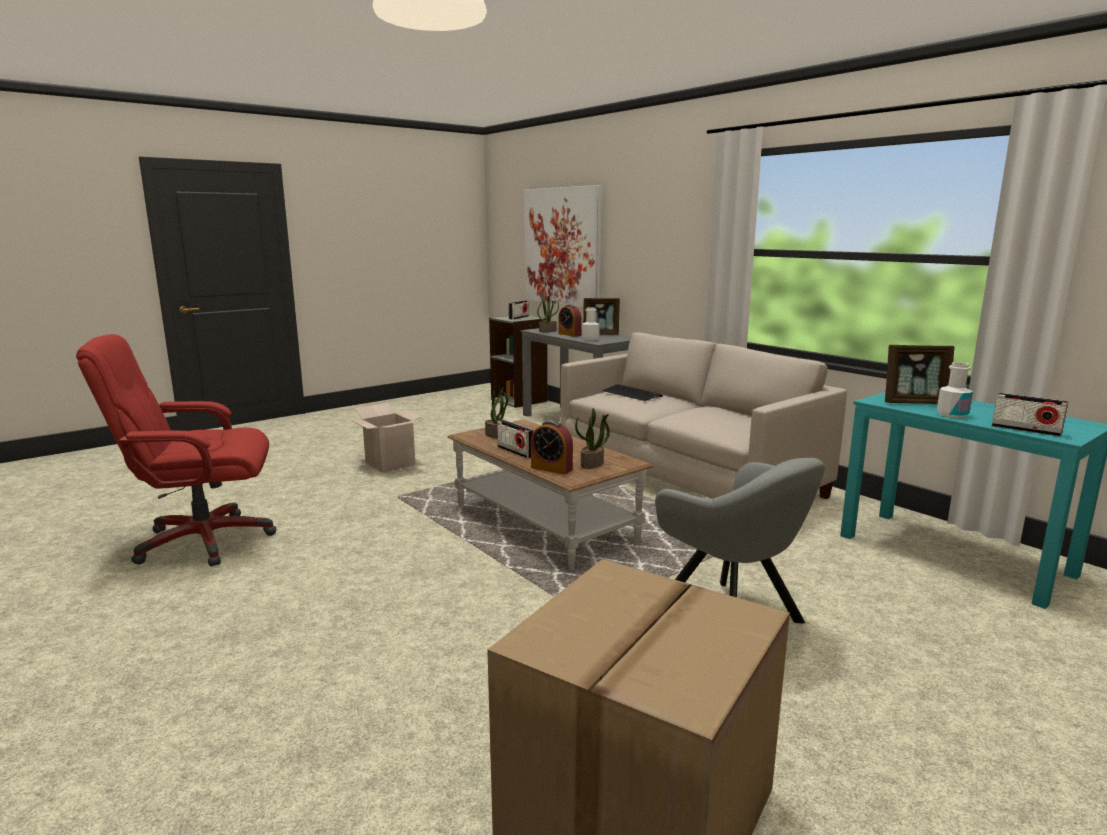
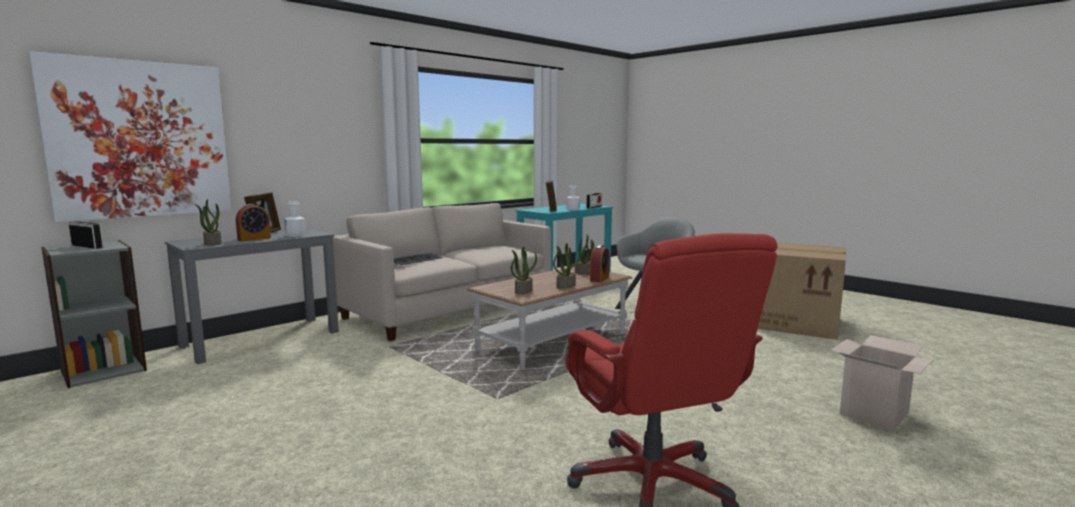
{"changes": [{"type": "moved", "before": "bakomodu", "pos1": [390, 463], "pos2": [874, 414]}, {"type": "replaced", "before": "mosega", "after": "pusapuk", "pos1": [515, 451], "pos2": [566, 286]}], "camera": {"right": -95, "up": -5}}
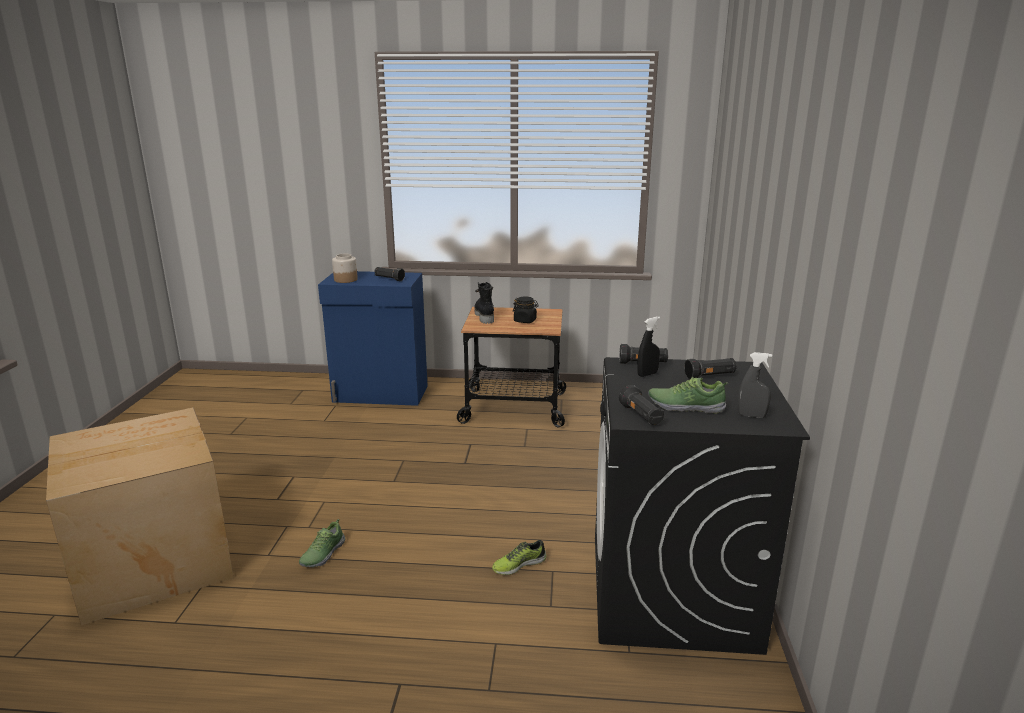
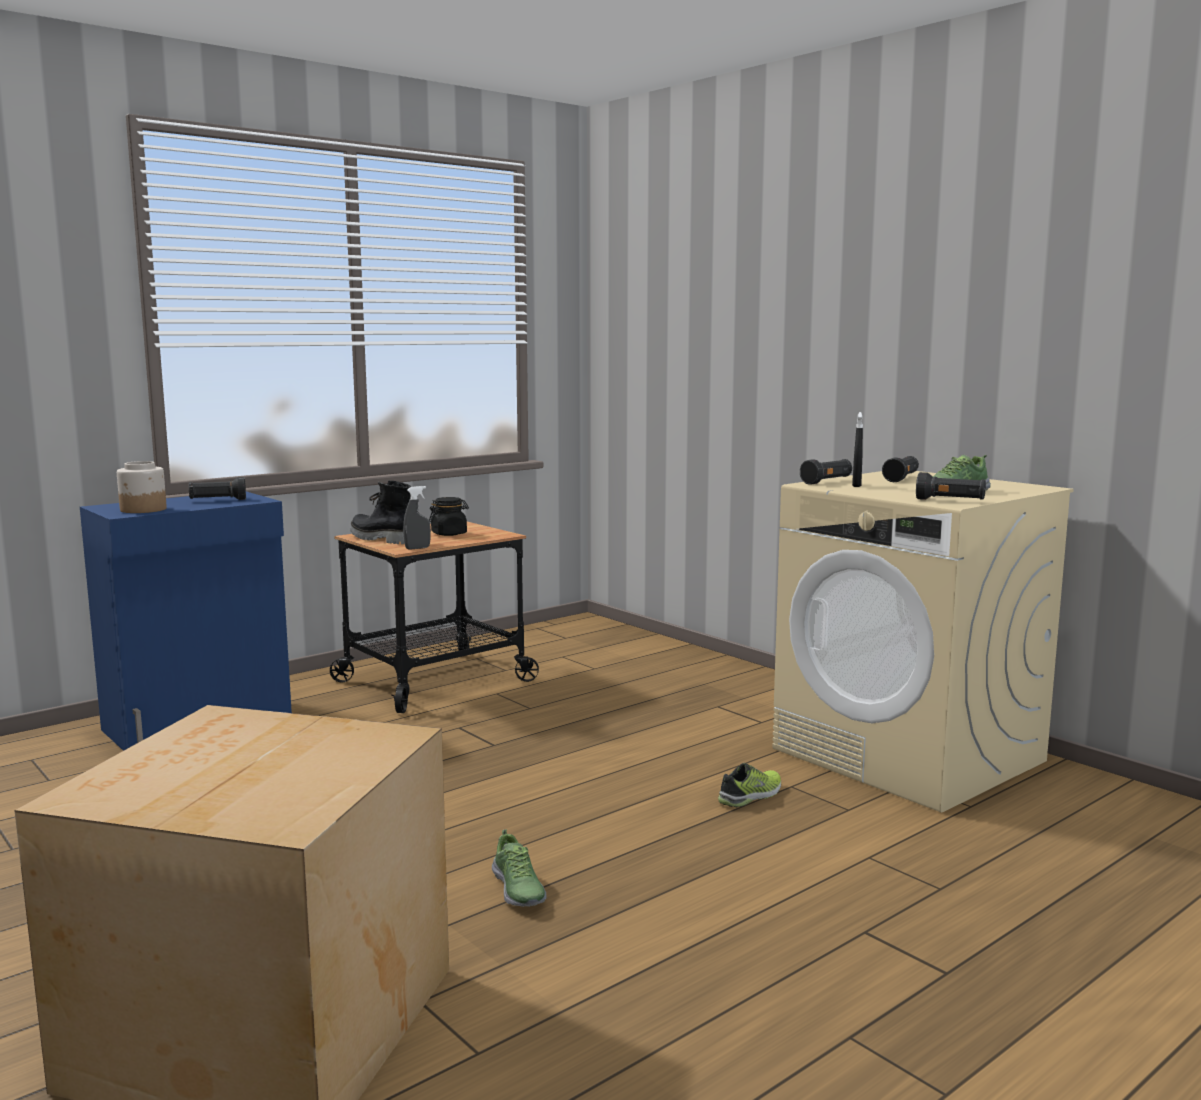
{"changes": [{"type": "turned", "before": "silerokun", "pos1": [518, 564], "pos2": [751, 796], "turn": -150}, {"type": "recoloured", "before": "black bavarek", "after": "beige bavarek", "pos1": [671, 591], "pos2": [909, 755]}, {"type": "moved", "before": "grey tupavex", "pos1": [751, 416], "pos2": [417, 548]}], "camera": {"right": -45, "up": -10}}
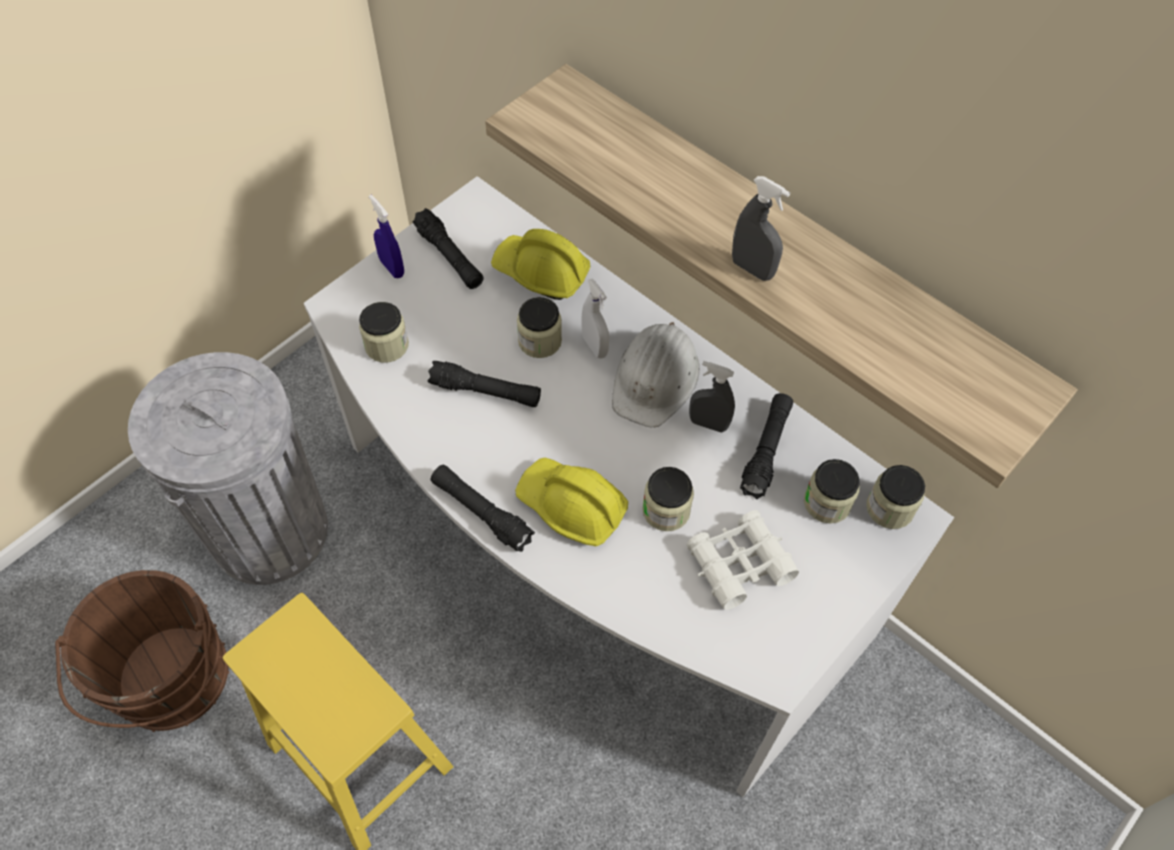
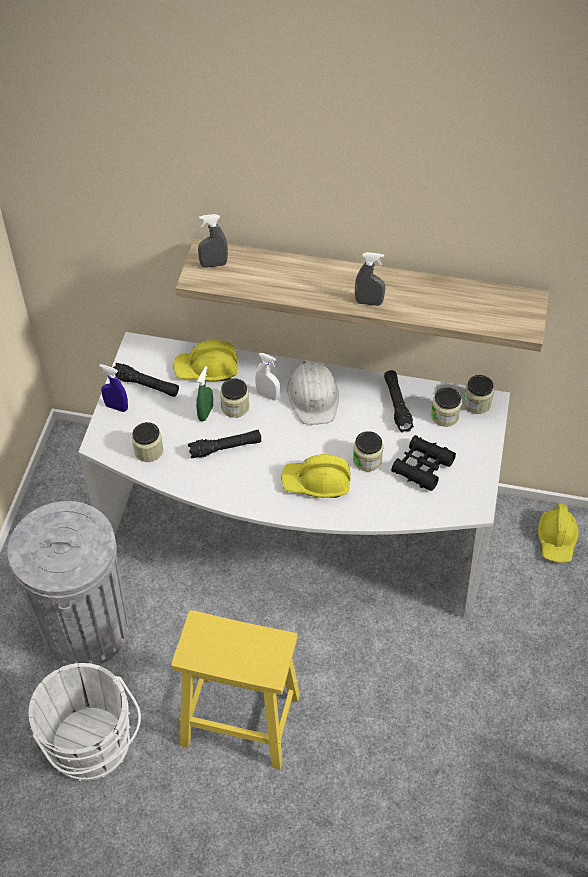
{"changes": [{"type": "recoloured", "before": "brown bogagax", "after": "white bogagax", "pos1": [173, 685], "pos2": [92, 747]}, {"type": "removed", "before": "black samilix", "pos1": [481, 512]}, {"type": "recoloured", "before": "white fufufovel", "after": "black fufufovel", "pos1": [739, 564], "pos2": [422, 467]}, {"type": "moved", "before": "grey tupavex", "pos1": [708, 424], "pos2": [213, 264]}, {"type": "added", "after": "green tupavex", "pos2": [205, 413]}, {"type": "added", "after": "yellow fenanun", "pos2": [556, 539]}], "camera": {"right": -30, "up": -5}}
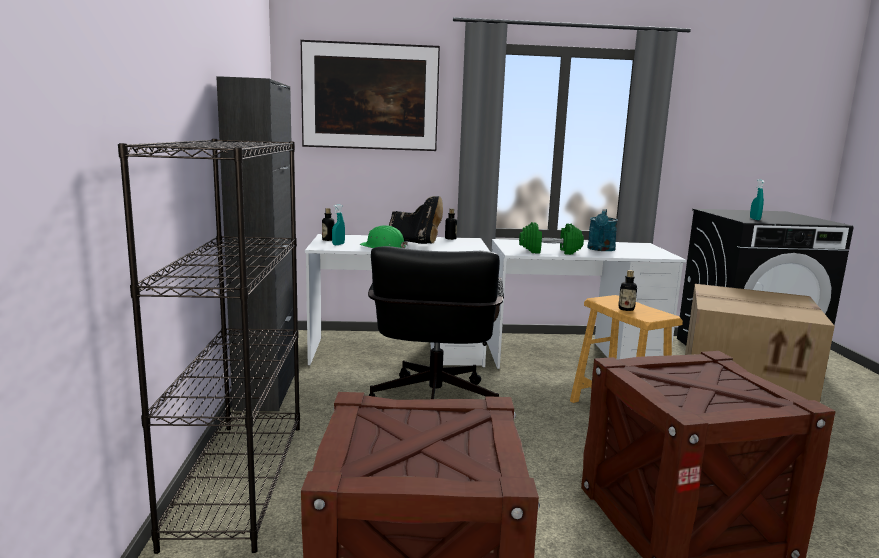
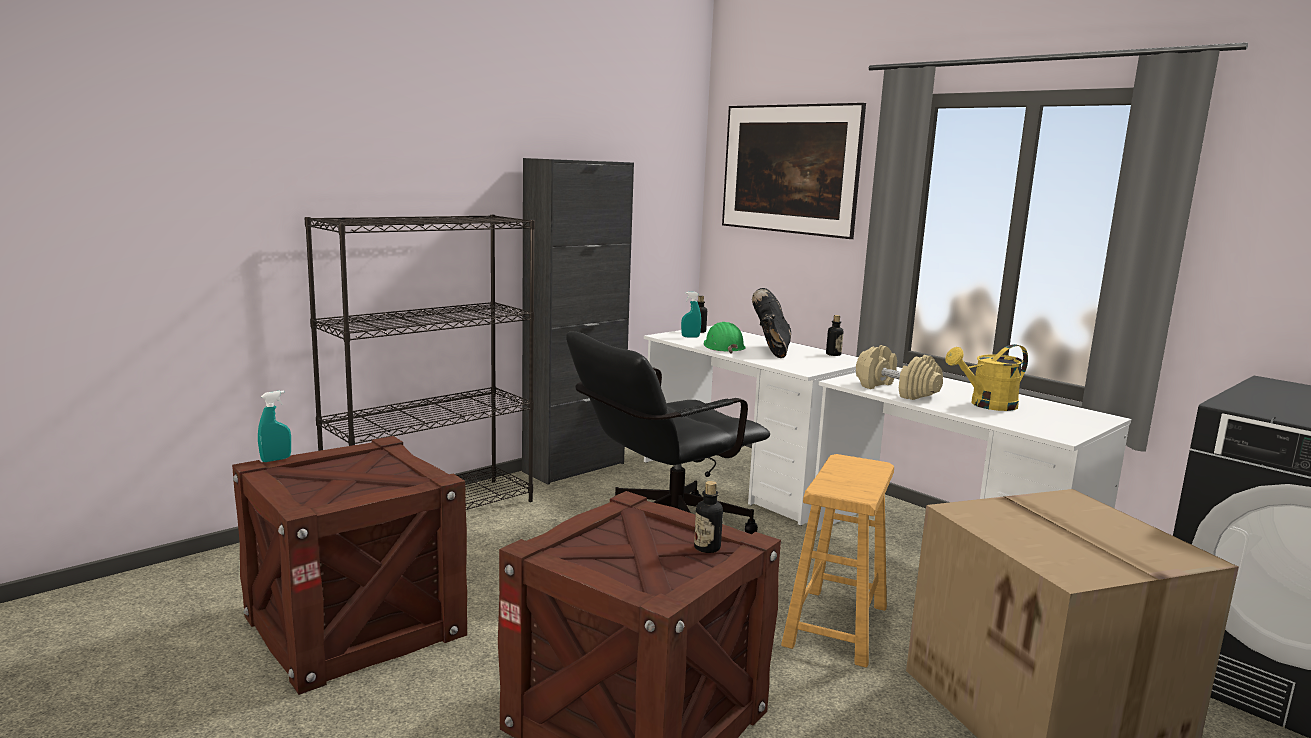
{"changes": [{"type": "turned", "before": "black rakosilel", "pos1": [415, 243], "pos2": [771, 350], "turn": -150}, {"type": "recoloured", "before": "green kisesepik", "after": "beige kisesepik", "pos1": [550, 251], "pos2": [895, 390]}, {"type": "recoloured", "before": "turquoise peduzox", "after": "yellow peduzox", "pos1": [601, 249], "pos2": [987, 405]}, {"type": "moved", "before": "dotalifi", "pos1": [626, 309], "pos2": [707, 548]}, {"type": "moved", "before": "turquoise tupavex", "pos1": [754, 219], "pos2": [276, 459]}], "camera": {"right": 50, "up": 0}}
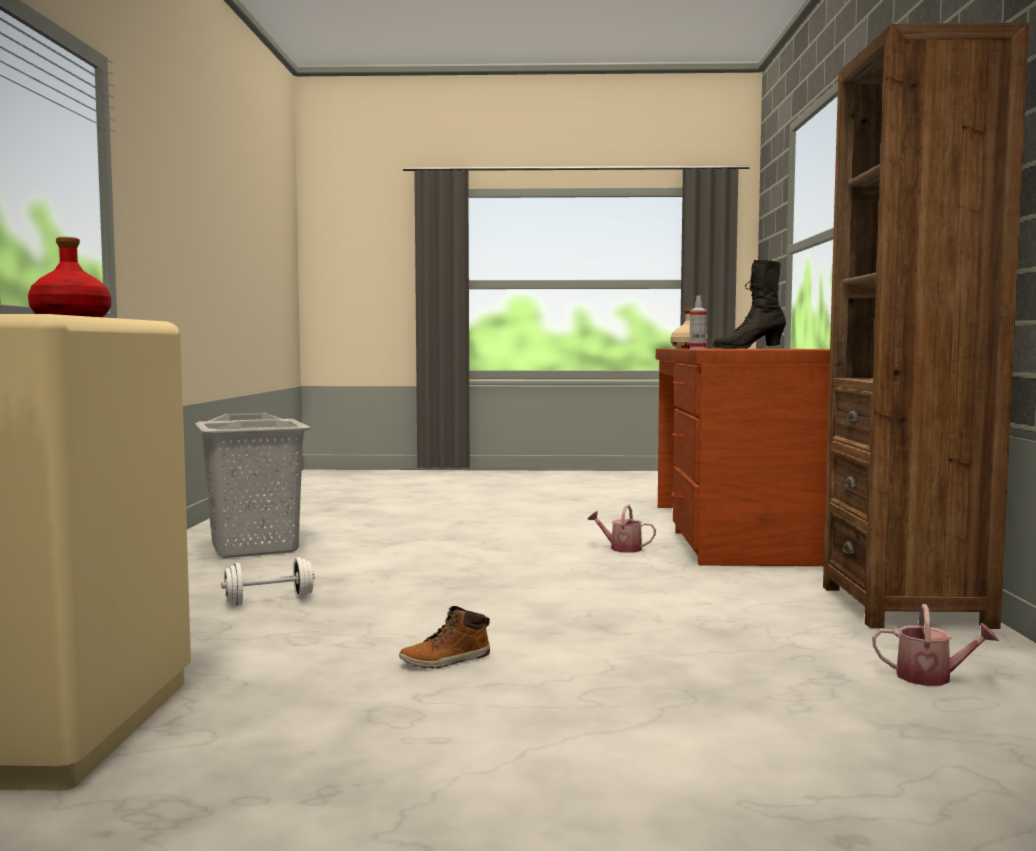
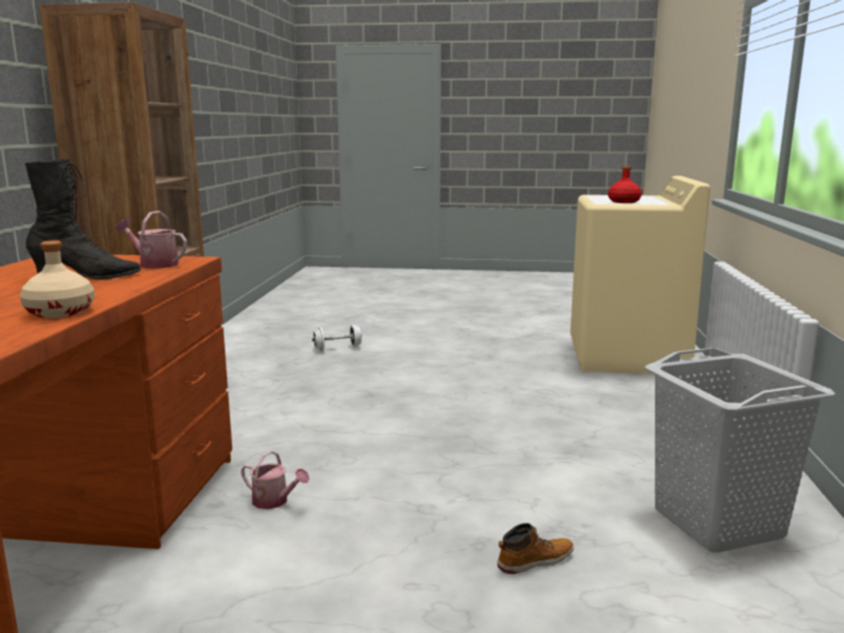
{"changes": [{"type": "moved", "before": "white kisesepik", "pos1": [269, 601], "pos2": [337, 348]}, {"type": "moved", "before": "rakosilel", "pos1": [446, 660], "pos2": [534, 561]}, {"type": "removed", "before": "tupavex", "pos1": [697, 348]}, {"type": "moved", "before": "peduzox", "pos1": [931, 677], "pos2": [155, 264]}], "camera": {"right": -175, "up": 10}}
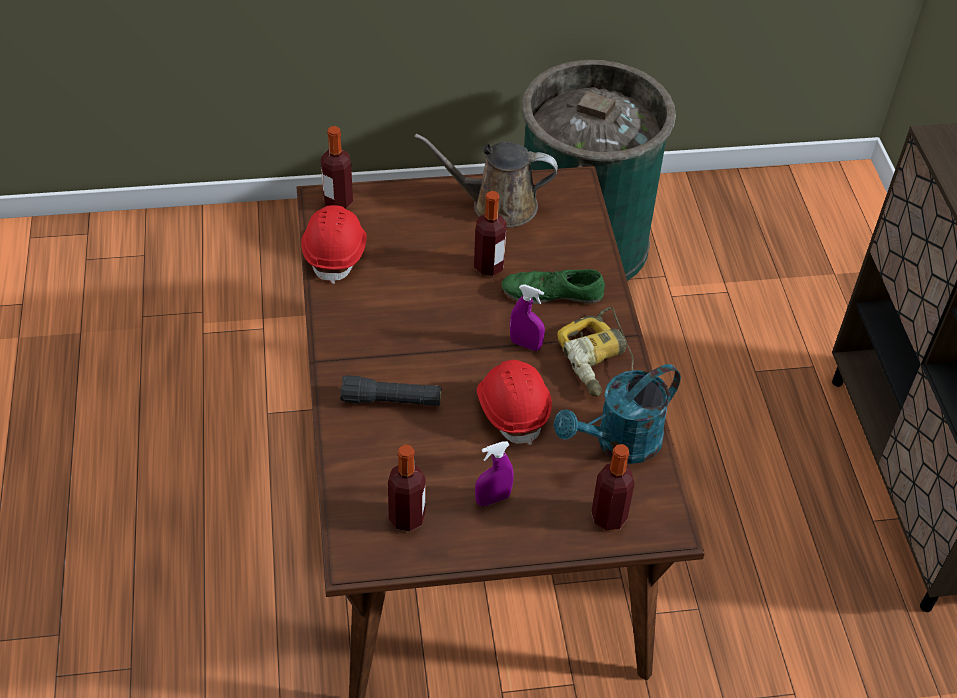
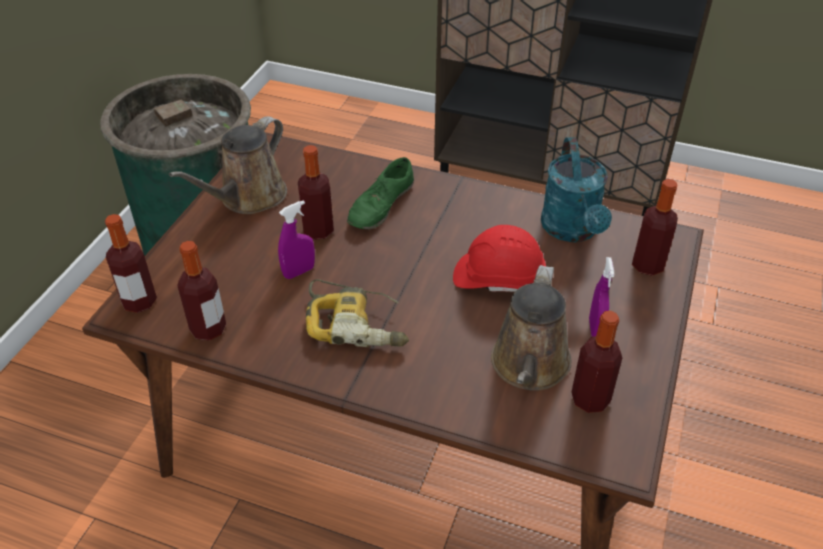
{"changes": [{"type": "replaced", "before": "red fenanun", "after": "dotalifi", "pos1": [336, 253], "pos2": [208, 329]}, {"type": "removed", "before": "black samilix", "pos1": [391, 400]}, {"type": "moved", "before": "purple tupavex", "pos1": [525, 344], "pos2": [299, 272]}, {"type": "moved", "before": "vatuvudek", "pos1": [598, 359], "pos2": [357, 323]}, {"type": "added", "after": "brown peduzox", "pos2": [529, 366]}], "camera": {"right": -60, "up": -5}}
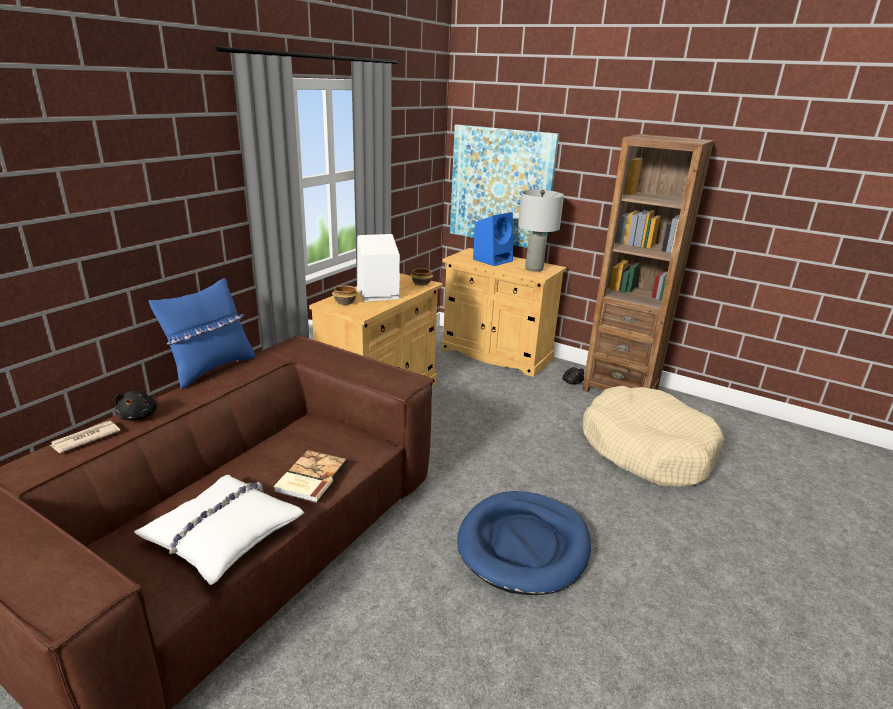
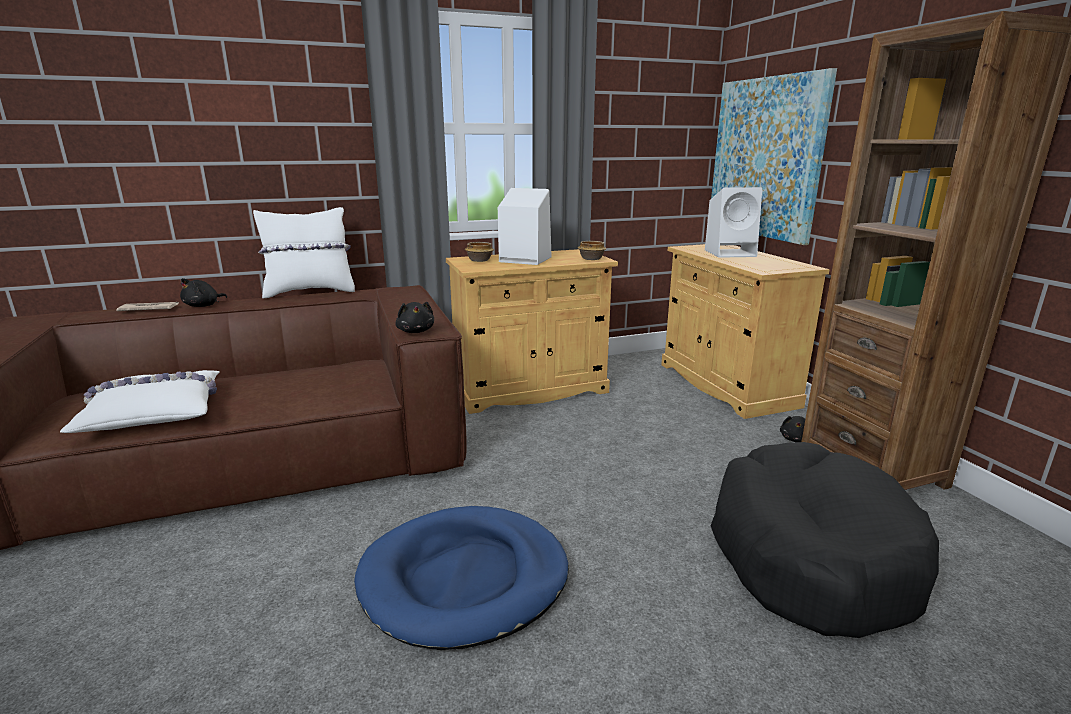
{"changes": [{"type": "recoloured", "before": "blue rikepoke", "after": "white rikepoke", "pos1": [211, 369], "pos2": [310, 292]}, {"type": "removed", "before": "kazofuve", "pos1": [310, 477]}, {"type": "recoloured", "before": "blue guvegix", "after": "white guvegix", "pos1": [493, 260], "pos2": [731, 253]}, {"type": "removed", "before": "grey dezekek", "pos1": [534, 268]}, {"type": "recoloured", "before": "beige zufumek", "after": "black zufumek", "pos1": [646, 449], "pos2": [809, 554]}, {"type": "added", "after": "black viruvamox", "pos2": [416, 331]}], "camera": {"right": 40, "up": -5}}
